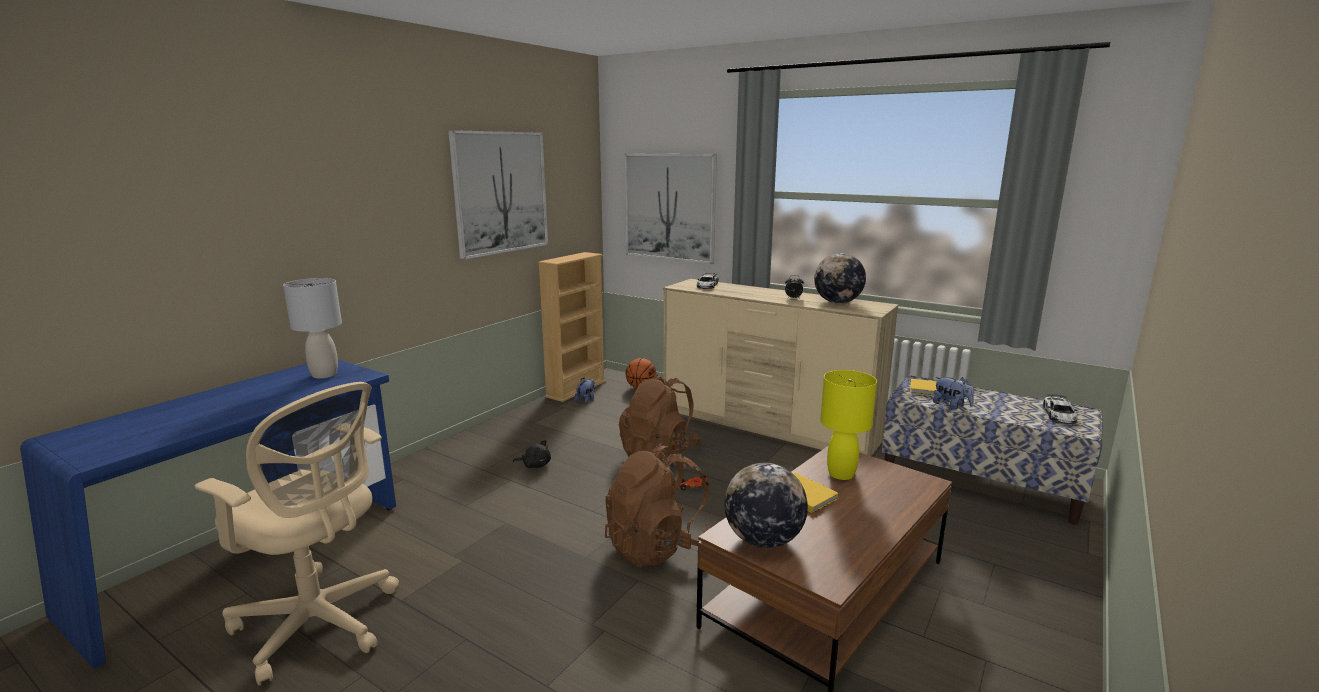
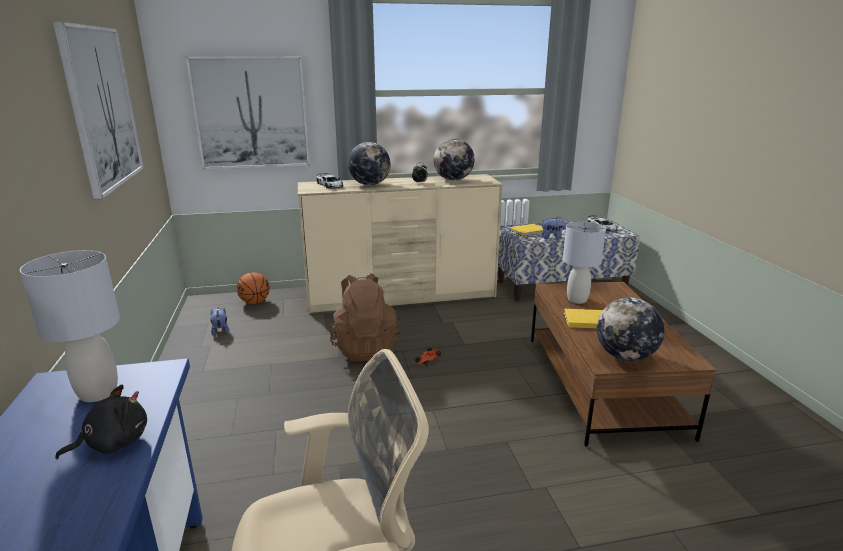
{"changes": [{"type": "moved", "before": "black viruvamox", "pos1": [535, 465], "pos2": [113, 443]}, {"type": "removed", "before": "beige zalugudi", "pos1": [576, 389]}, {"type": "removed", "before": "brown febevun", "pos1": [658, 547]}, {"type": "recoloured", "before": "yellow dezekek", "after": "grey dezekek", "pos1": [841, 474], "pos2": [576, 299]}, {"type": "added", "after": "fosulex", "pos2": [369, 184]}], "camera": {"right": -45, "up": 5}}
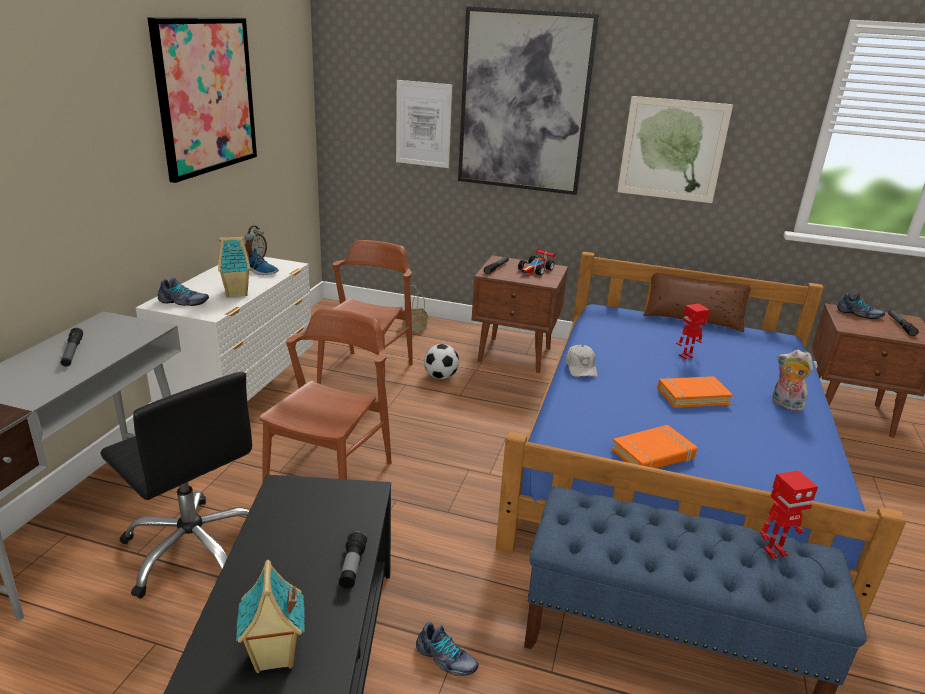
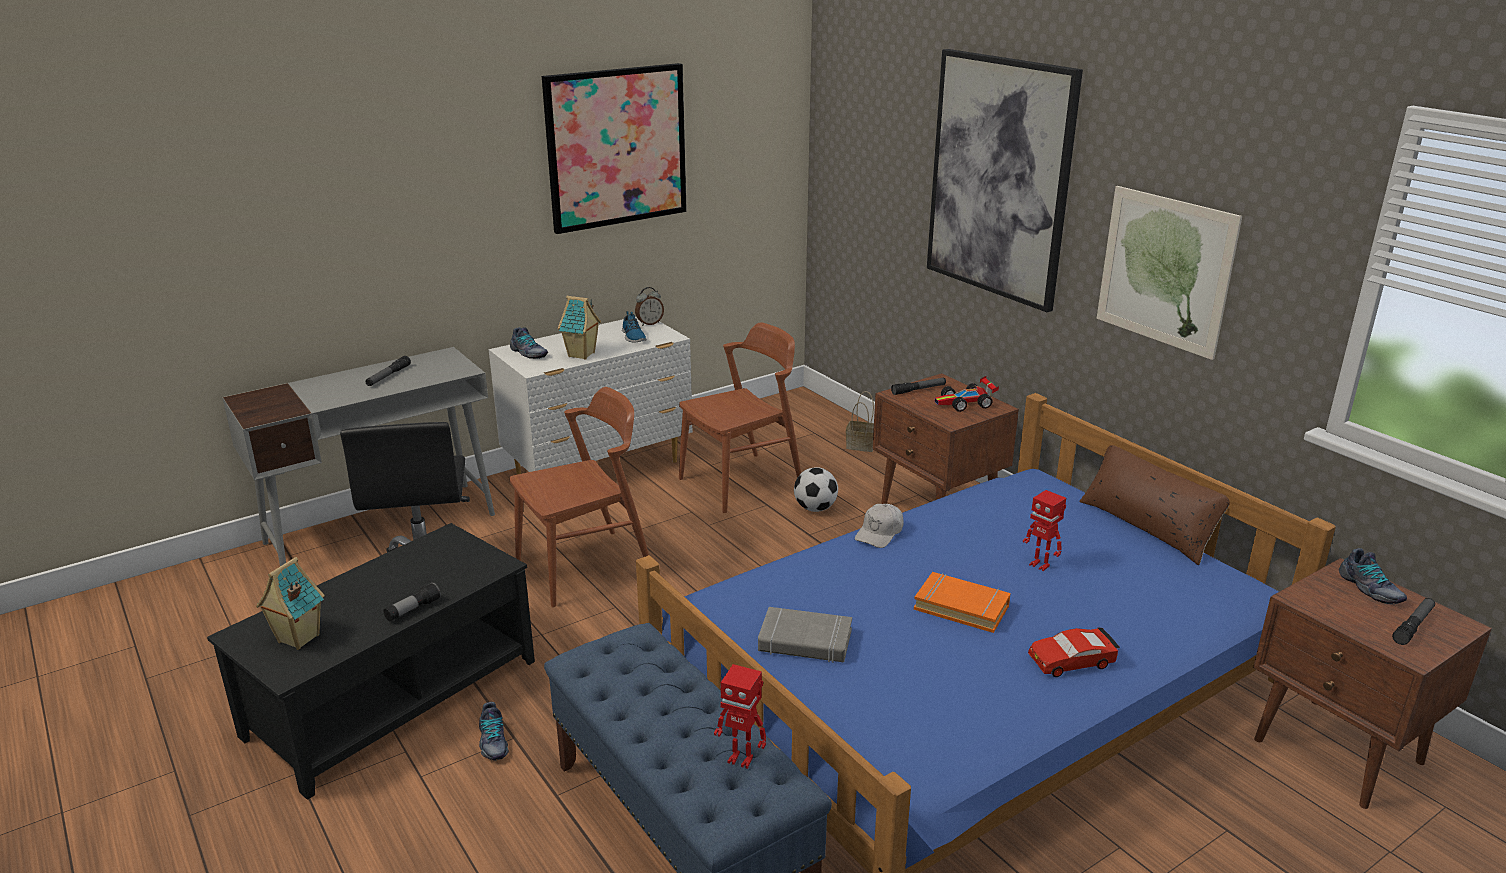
{"changes": [{"type": "removed", "before": "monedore", "pos1": [423, 124]}, {"type": "recoloured", "before": "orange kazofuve", "after": "grey kazofuve", "pos1": [653, 454], "pos2": [805, 641]}, {"type": "turned", "before": "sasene", "pos1": [686, 357], "pos2": [1040, 565], "turn": -150}, {"type": "replaced", "before": "viruvamox", "after": "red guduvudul", "pos1": [785, 404], "pos2": [1072, 660]}], "camera": {"right": 40, "up": 0}}
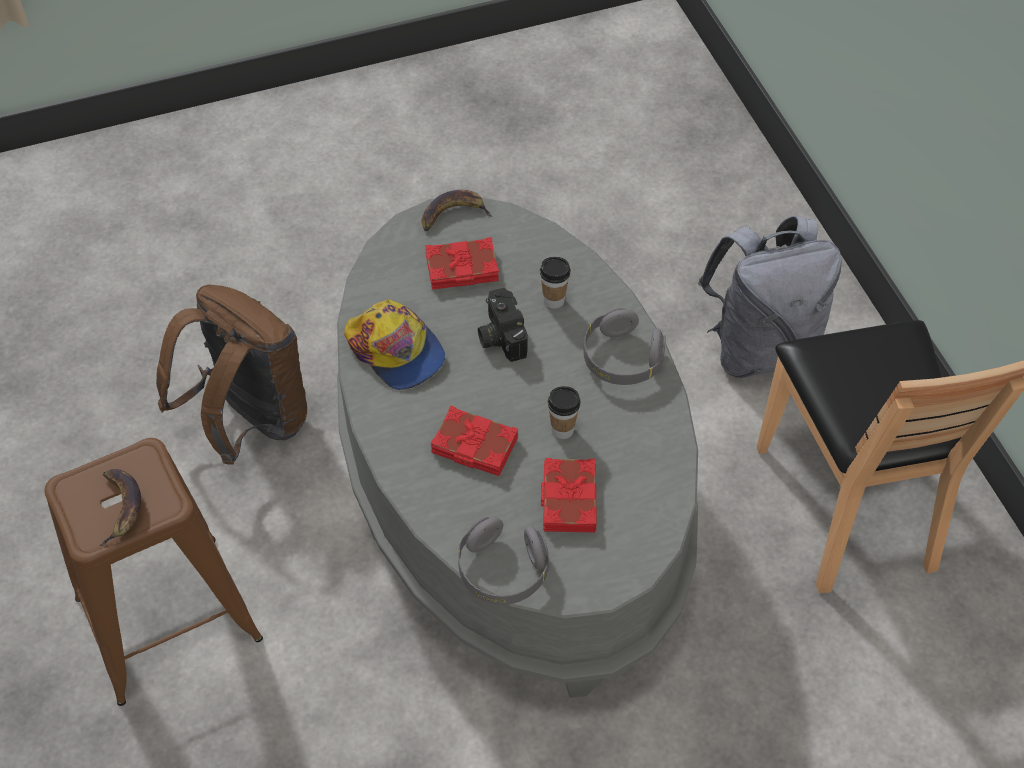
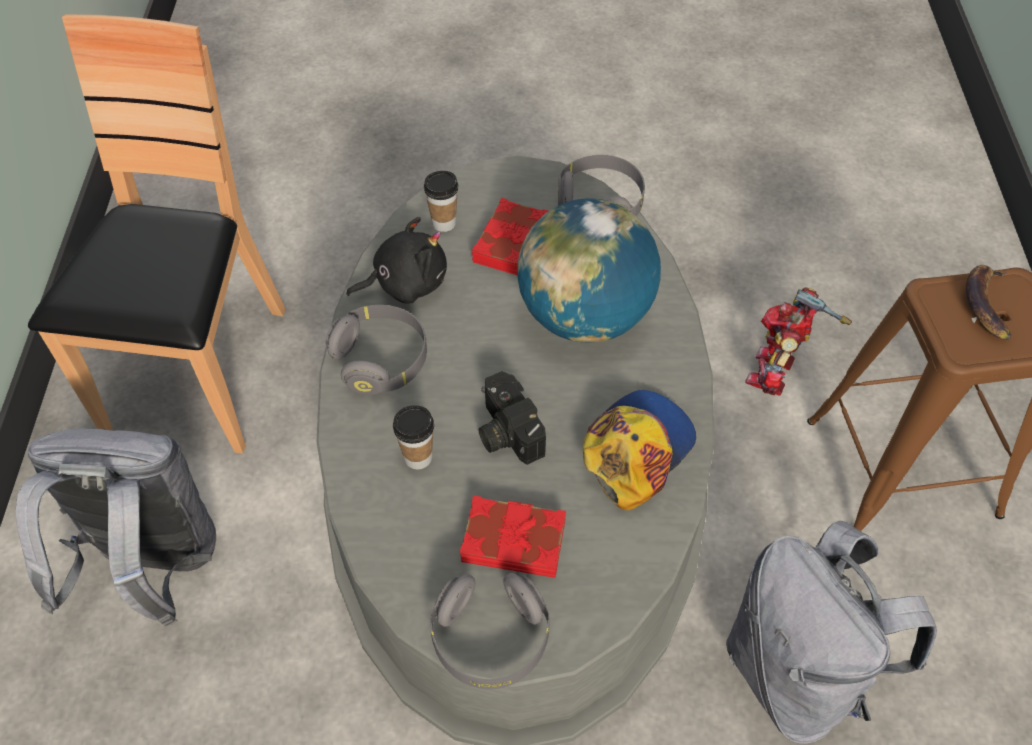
{"changes": [{"type": "recoloured", "before": "brown febevun", "after": "grey febevun", "pos1": [250, 422], "pos2": [797, 673]}, {"type": "turned", "before": "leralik", "pos1": [396, 350], "pos2": [636, 450], "turn": 60}, {"type": "replaced", "before": "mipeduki", "after": "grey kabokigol", "pos1": [453, 214], "pos2": [490, 639]}, {"type": "replaced", "before": "red kazofuve", "after": "fosulex", "pos1": [474, 446], "pos2": [584, 316]}, {"type": "turned", "before": "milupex", "pos1": [499, 335], "pos2": [505, 431], "turn": 150}, {"type": "moved", "before": "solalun", "pos1": [562, 429], "pos2": [444, 223]}, {"type": "added", "after": "black viruvamox", "pos2": [405, 283]}, {"type": "added", "after": "sasene", "pos2": [774, 373]}], "camera": {"right": -160, "up": 0}}
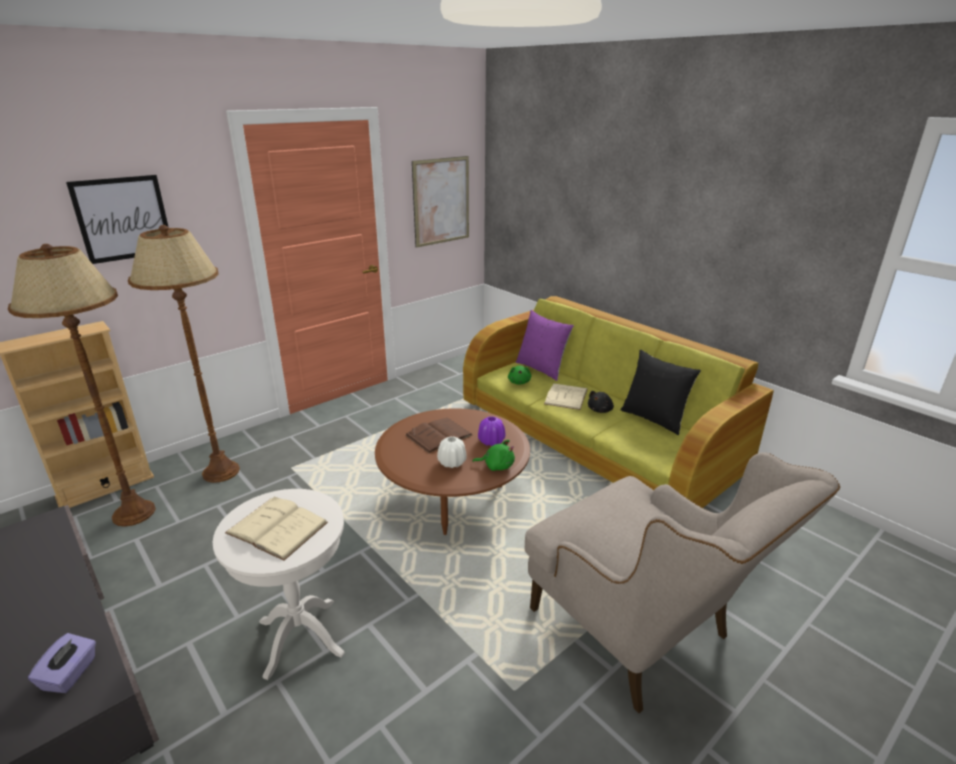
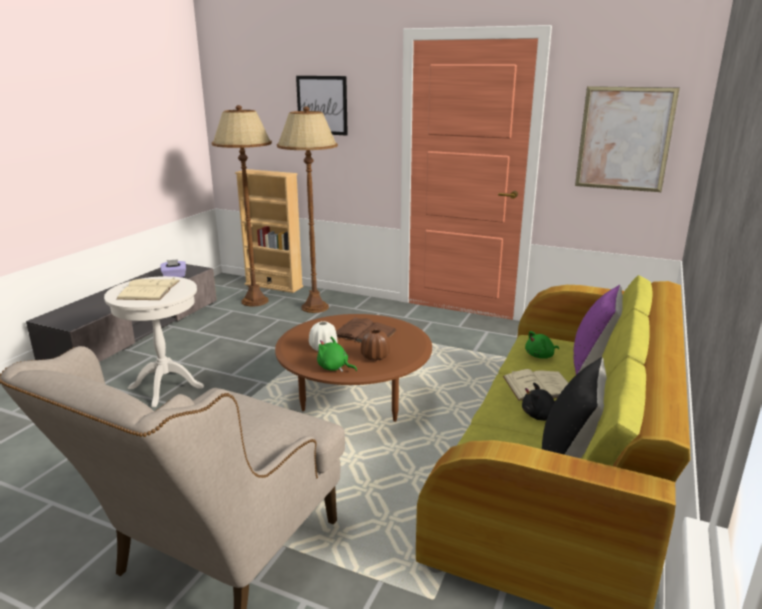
{"changes": [{"type": "moved", "before": "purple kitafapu", "pos1": [70, 674], "pos2": [174, 276]}, {"type": "turned", "before": "green viruvamox", "pos1": [496, 466], "pos2": [334, 368], "turn": 135}, {"type": "recoloured", "before": "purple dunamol", "after": "brown dunamol", "pos1": [491, 441], "pos2": [375, 357]}], "camera": {"right": 65, "up": -5}}
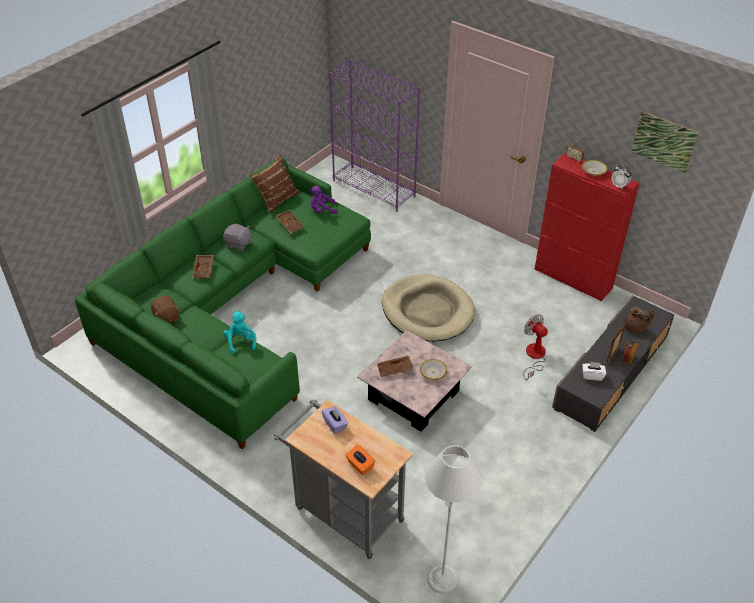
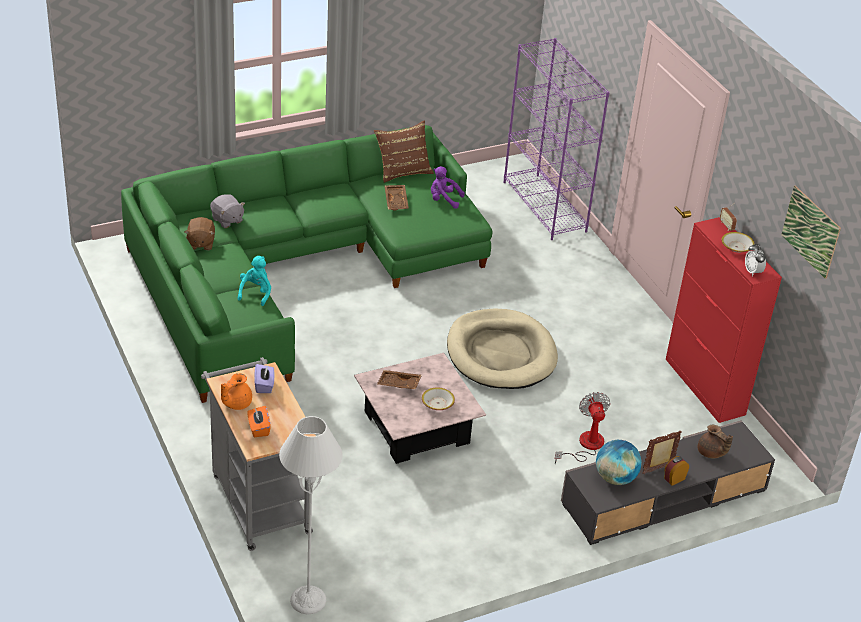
{"changes": [{"type": "removed", "before": "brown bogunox", "pos1": [204, 269]}, {"type": "moved", "before": "grey viruvamox", "pos1": [238, 244], "pos2": [227, 220]}, {"type": "replaced", "before": "white kitafapu", "after": "fosulex", "pos1": [592, 375], "pos2": [615, 478]}, {"type": "added", "after": "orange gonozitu", "pos2": [236, 403]}], "camera": {"right": 25, "up": -5}}
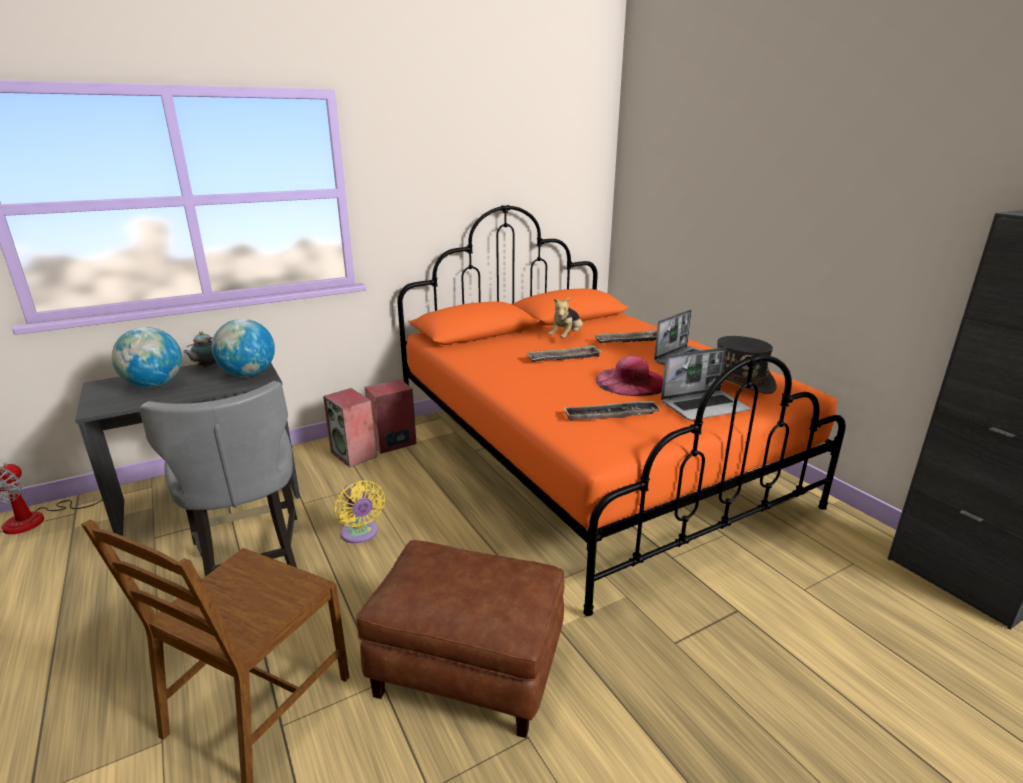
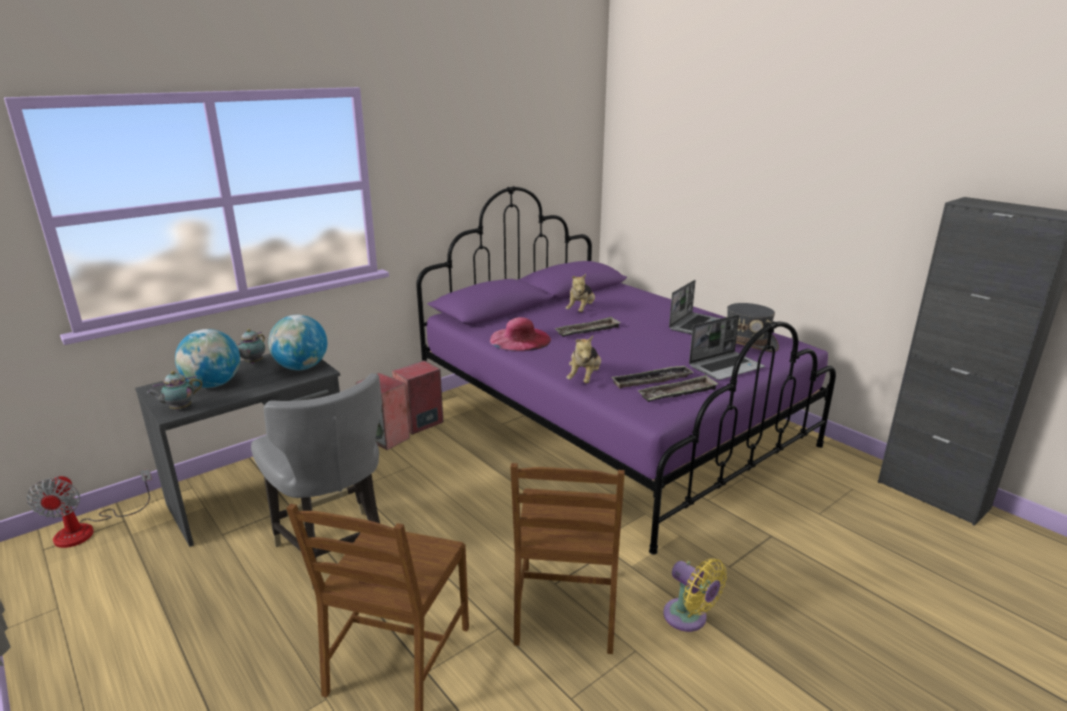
{"changes": [{"type": "moved", "before": "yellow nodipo", "pos1": [360, 534], "pos2": [689, 618]}, {"type": "replaced", "before": "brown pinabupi", "after": "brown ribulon", "pos1": [467, 669], "pos2": [567, 608]}, {"type": "recoloured", "before": "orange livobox", "after": "purple livobox", "pos1": [589, 460], "pos2": [611, 423]}, {"type": "moved", "before": "bogunox", "pos1": [628, 341], "pos2": [678, 393]}, {"type": "moved", "before": "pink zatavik", "pos1": [631, 381], "pos2": [520, 339]}, {"type": "added", "after": "gonozitu", "pos2": [179, 408]}, {"type": "added", "after": "viruvamox", "pos2": [584, 378]}], "camera": {"right": -10, "up": 0}}
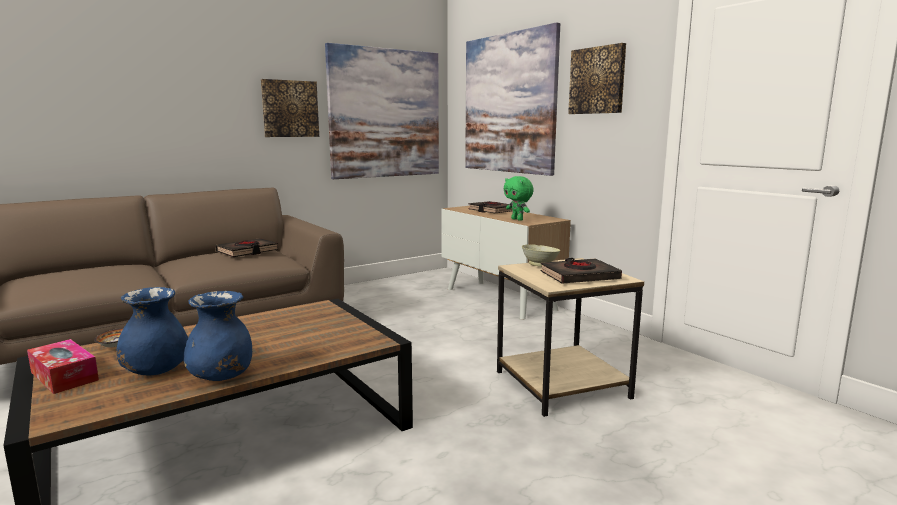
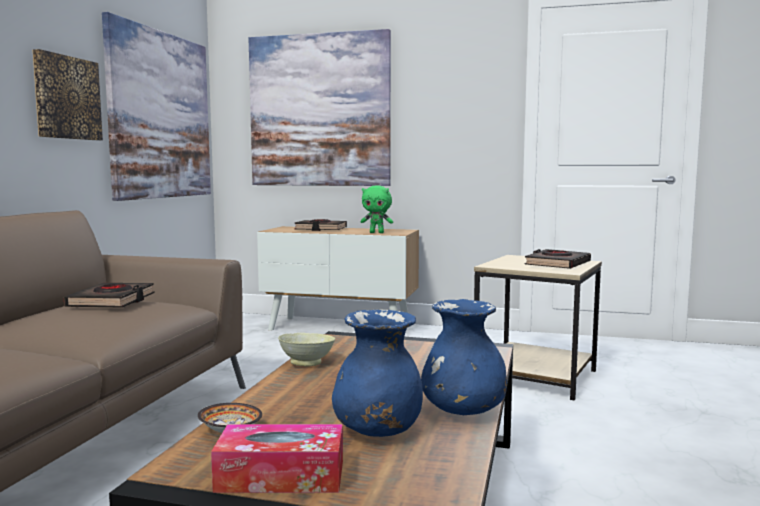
{"changes": [{"type": "moved", "before": "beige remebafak", "pos1": [540, 265], "pos2": [308, 363]}, {"type": "removed", "before": "monedore", "pos1": [597, 80]}], "camera": {"right": -40, "up": -5}}
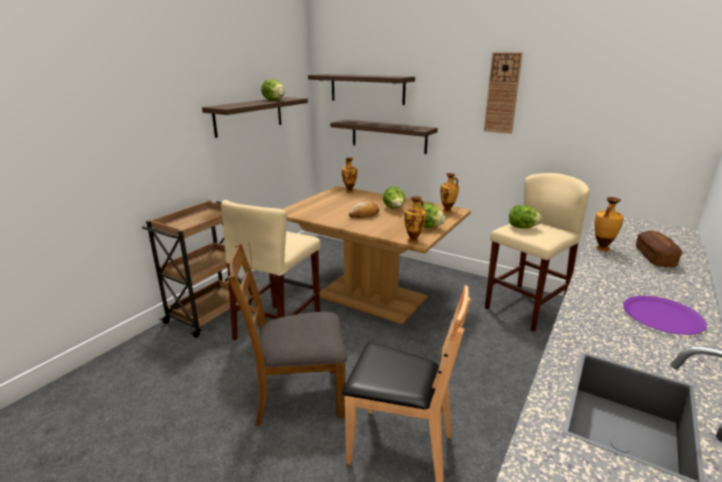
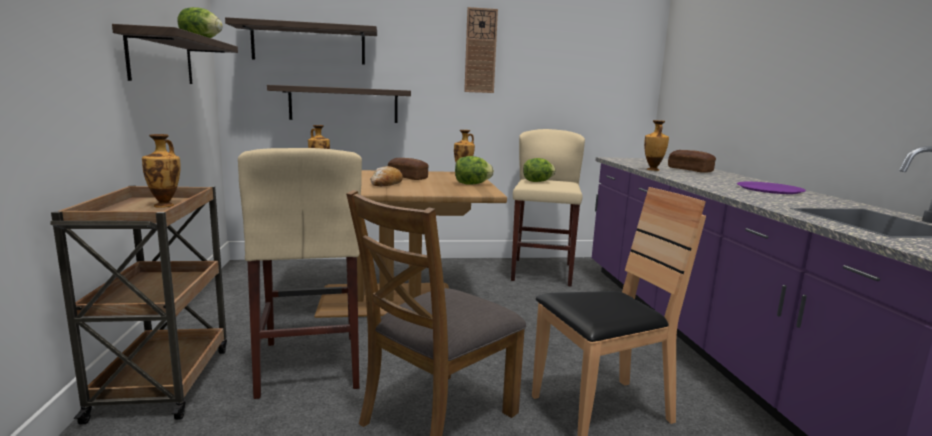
{"changes": [{"type": "replaced", "before": "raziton", "after": "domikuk", "pos1": [394, 209], "pos2": [407, 177]}, {"type": "moved", "before": "dunamol", "pos1": [413, 240], "pos2": [165, 205]}], "camera": {"right": -40, "up": -10}}
